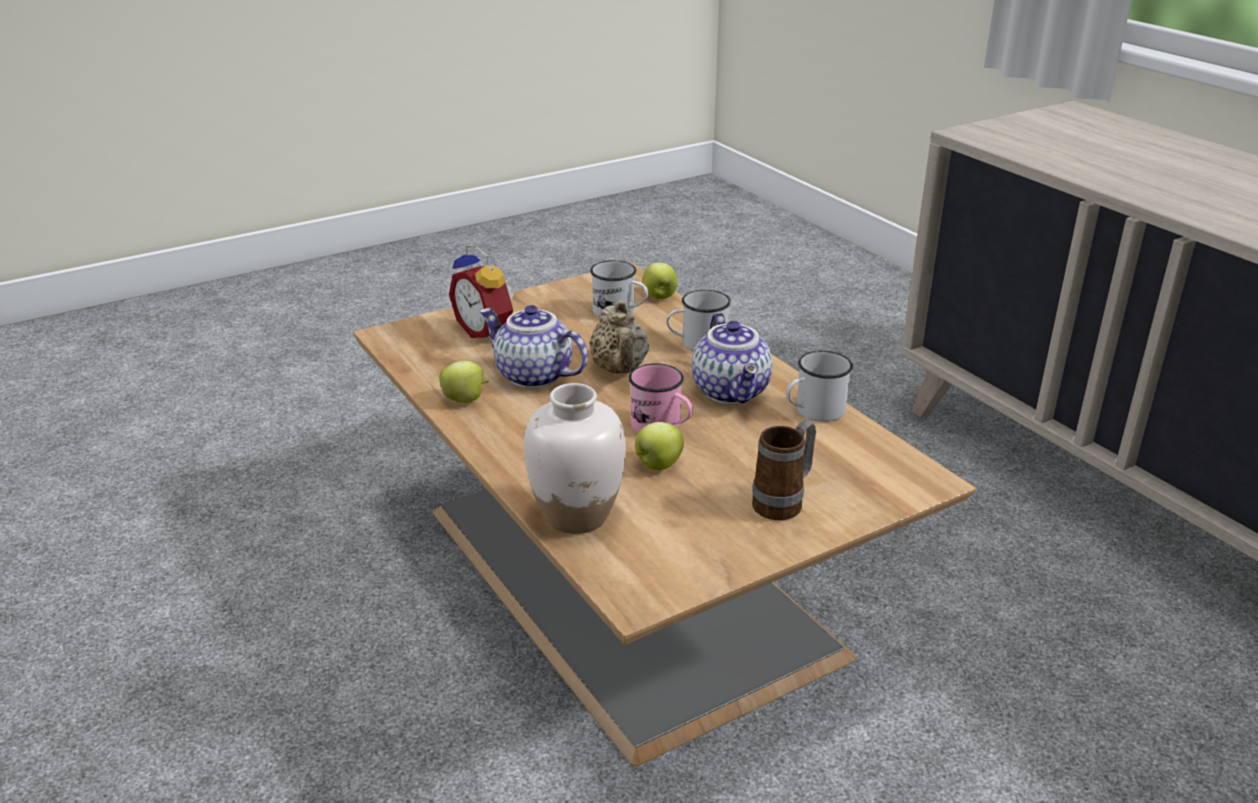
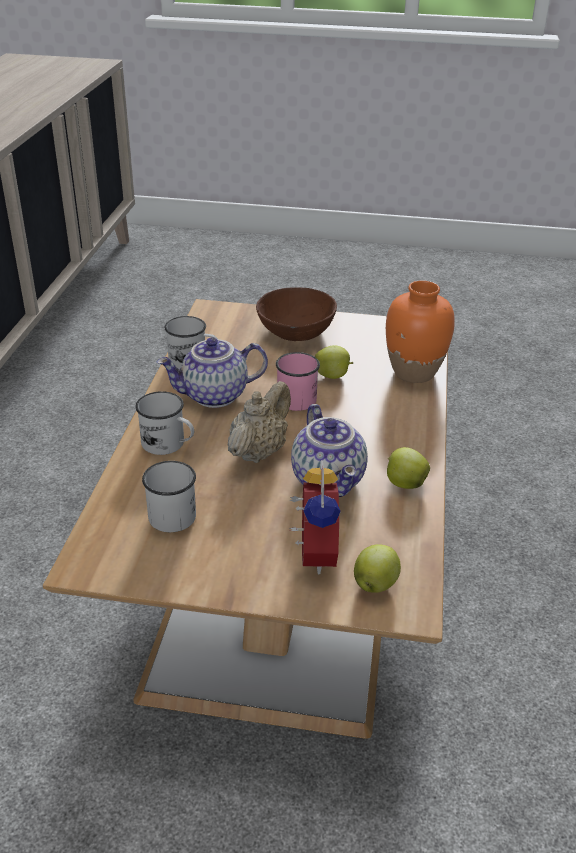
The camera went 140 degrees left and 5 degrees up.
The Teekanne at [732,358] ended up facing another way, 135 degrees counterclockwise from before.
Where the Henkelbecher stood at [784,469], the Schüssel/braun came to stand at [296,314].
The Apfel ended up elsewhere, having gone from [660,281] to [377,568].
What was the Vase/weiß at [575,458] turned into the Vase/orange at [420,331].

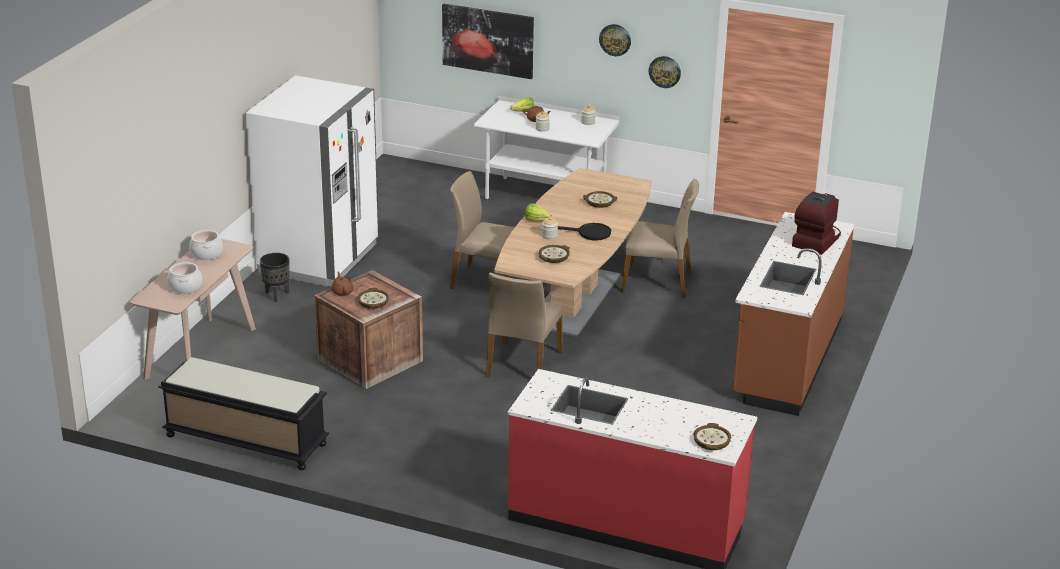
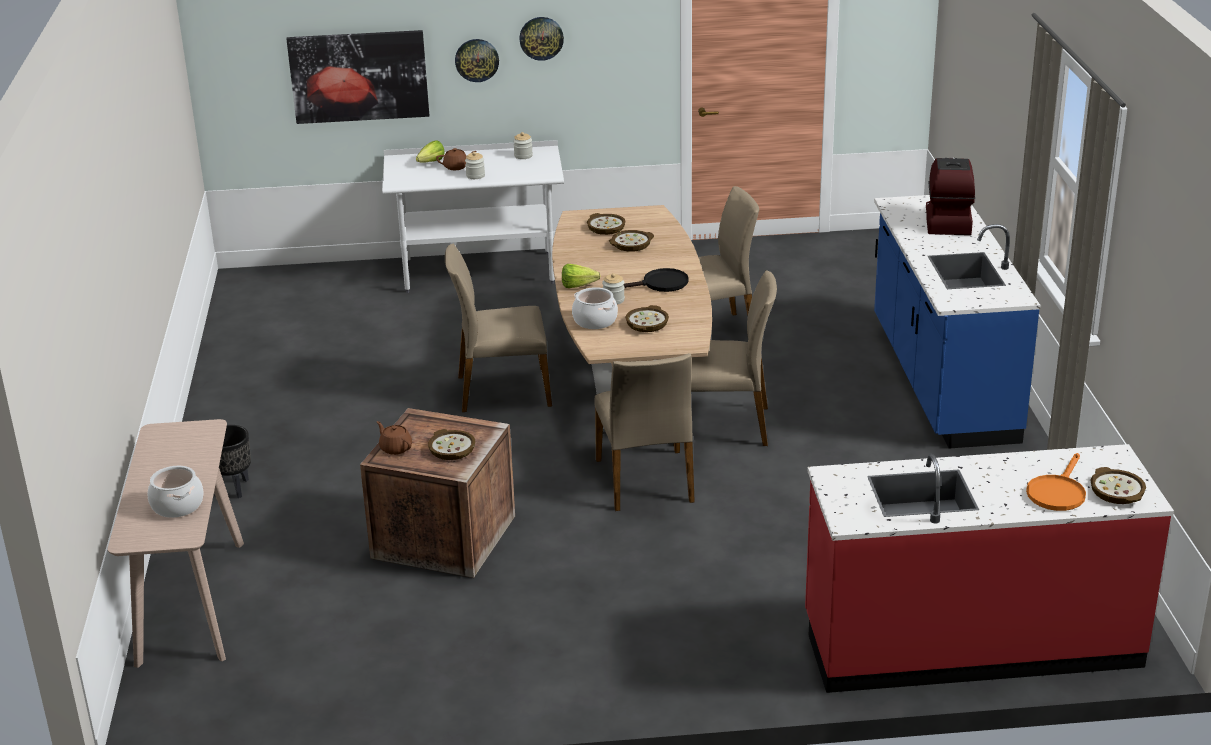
The camera went 25 degrees left and 0 degrees up.
The Wanduhr ended up elsewhere, having gone from [665,72] to [477,60].
The Kochtopf ended up elsewhere, having gone from [206,245] to [595,308].
The second view gained the Schüssel at [606,224].
The second view gained the Stuhl/beige at [734,358].
What was the Küchenzeile/braun at [793,314] turned into the Küchenzeile/blau at [957,322].
The second view gained the Pfanne/orange at [1056,482].
The second view lost the Bank/schwarz at [243,413].
The second view lost the Kühlschrank/weiß at [312,181].

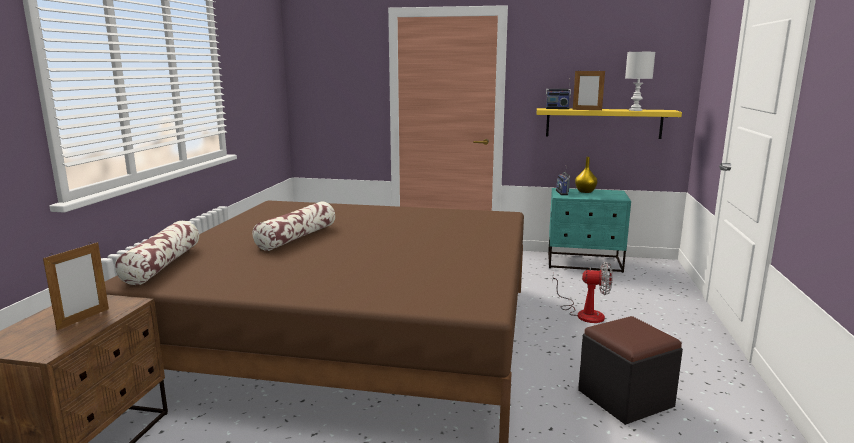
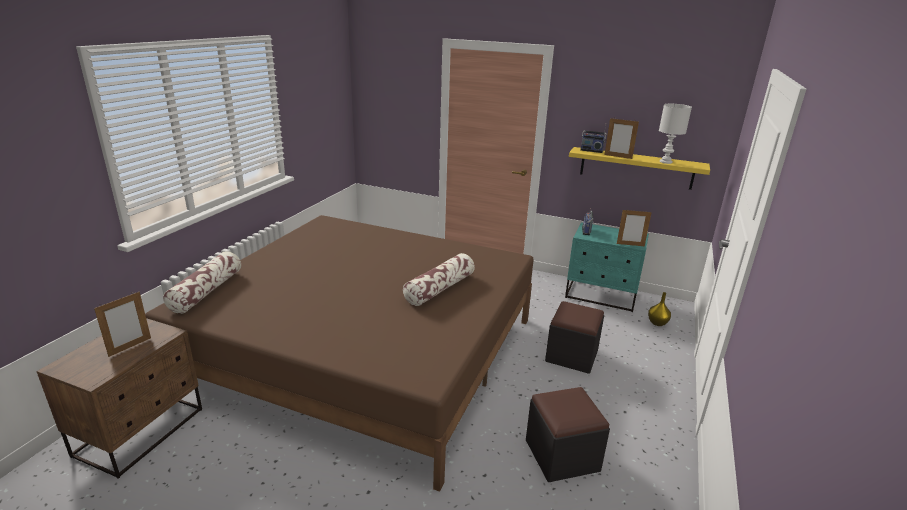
The camera went 10 degrees right and 10 degrees up.
The Kissen ended up elsewhere, having gone from [293,226] to [439,279].
Where the Ventilator stood at [582,292], the Polsterhocker/schwarz came to stand at [574,337].
The second view gained the Bilderrahmen at [634,228].
The Vase/gelb ended up elsewhere, having gone from [586,175] to [659,309].

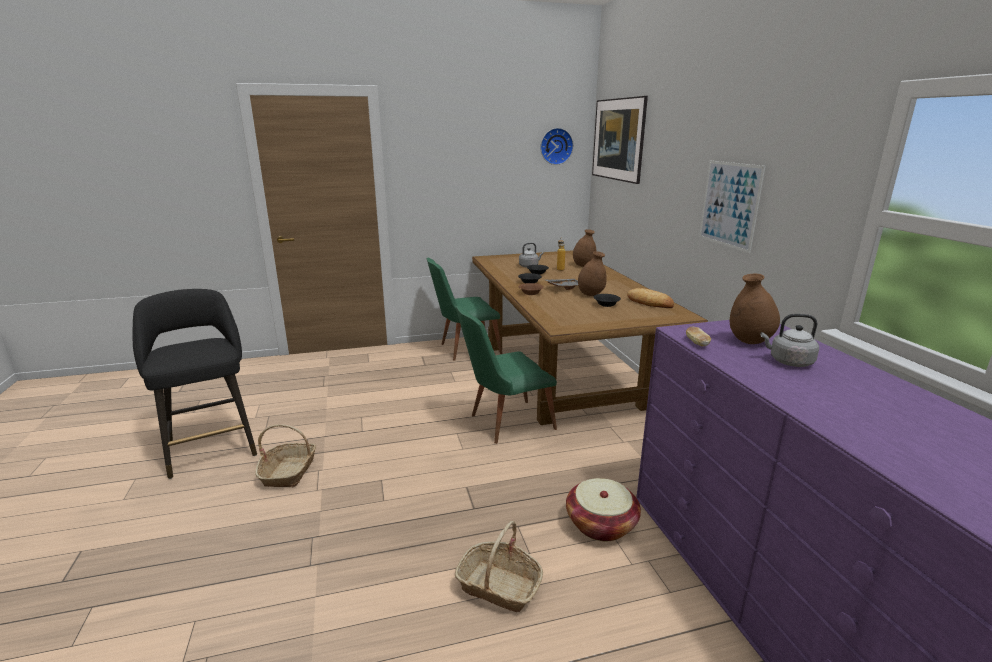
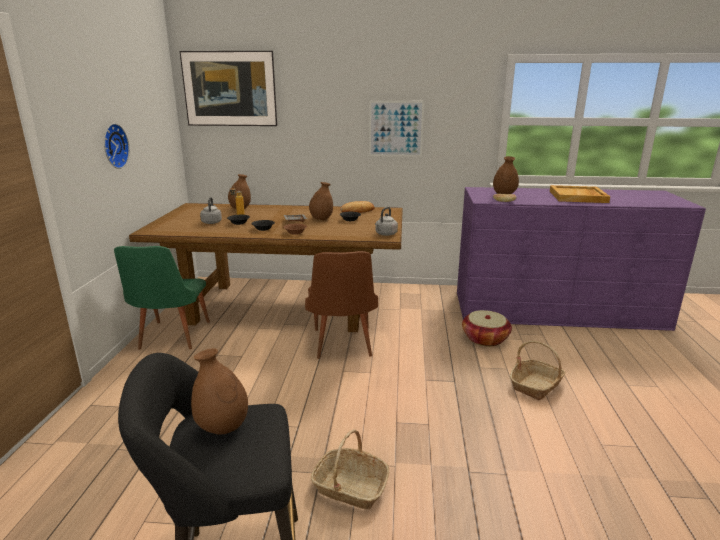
The camera went 70 degrees left and 0 degrees up.
The Wanduhr ended up elsewhere, having gone from [557,146] to [117,146].
The second view gained the Vase/braun at [219,391].
What was the Stuhl/grün at [506,375] turned into the Stuhl/braun at [341,305].
The Wasserkessel/grau ended up elsewhere, having gone from [790,340] to [386,221].
The second view gained the Tablett/beige at [580,194].

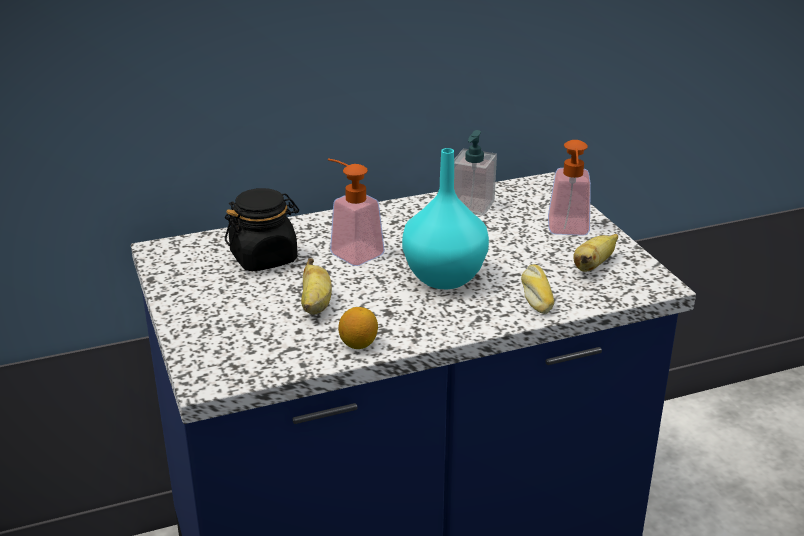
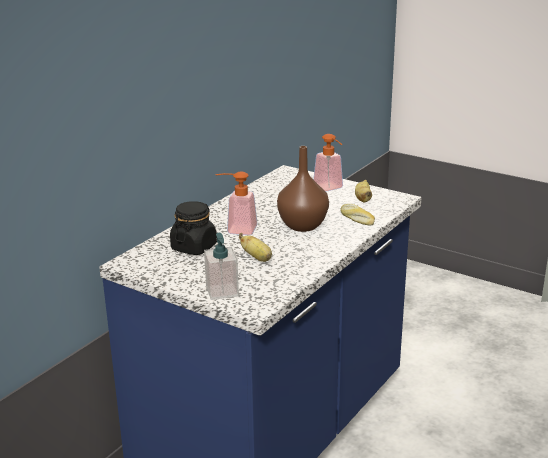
The camera went 35 degrees left and 5 degrees down.
The Seifenspender ended up elsewhere, having gone from [475,173] to [221,266].
What was the Vase/türkis at [445,218] turned into the Vase/braun at [303,189].
The second view lost the Zitrone at [358,328].

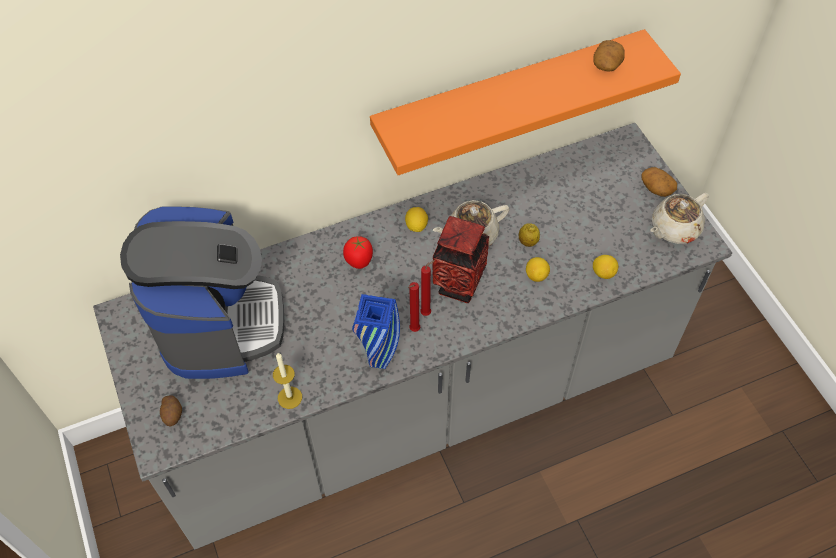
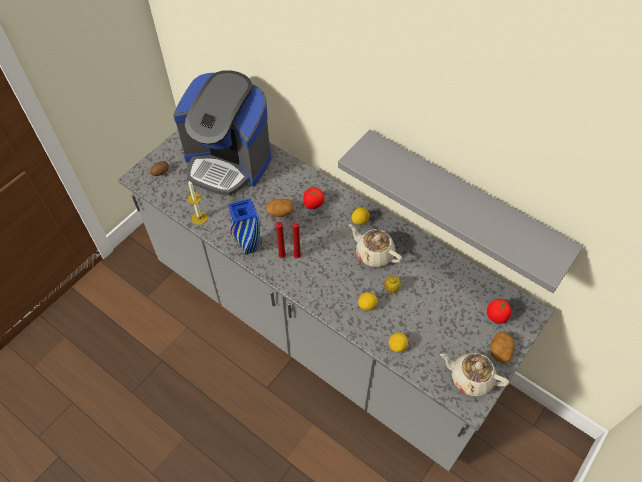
The camera went 60 degrees right and 0 degrees up.
The Kaffeemaschine at [202,292] ended up facing another way, 60 degrees clockwise from before.
The Kartoffel ended up elsewhere, having gone from [609,56] to [280,208].
What was the Wandregal/orange at [525,102] turned into the Wandregal/grau at [460,211].
The second view gained the Tomate at [499,311].
The second view lost the Vase at [460,259].

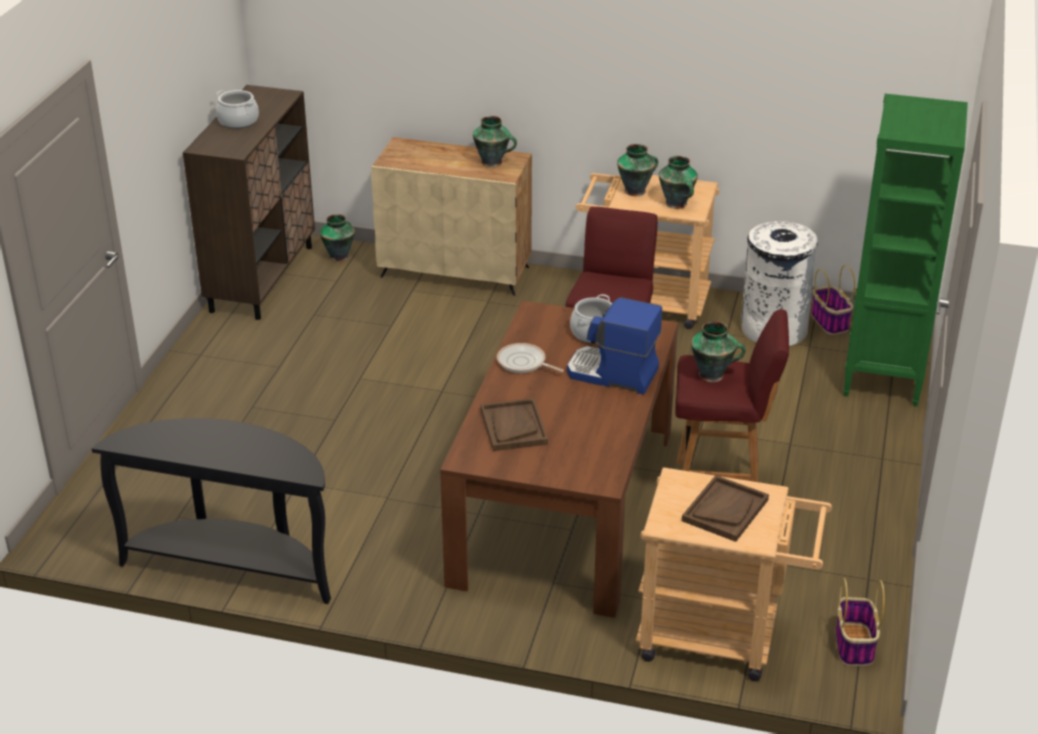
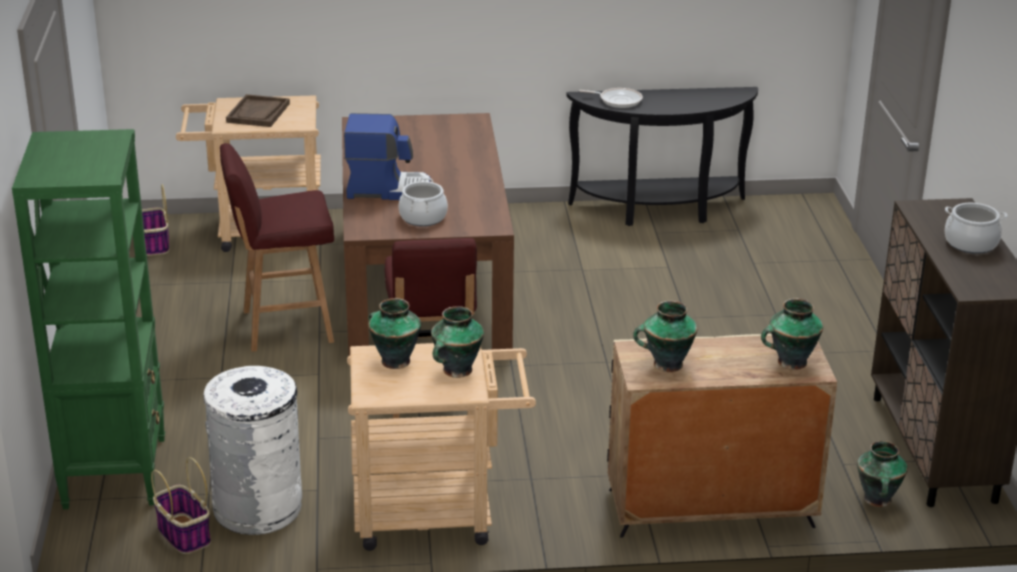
The camera went 160 degrees right and 5 degrees down.
The Pfanne ended up elsewhere, having gone from [530,358] to [611,98].
The Vase ended up elsewhere, having gone from [718,351] to [792,334].
The second view lost the Tablett/braun at [514,424].

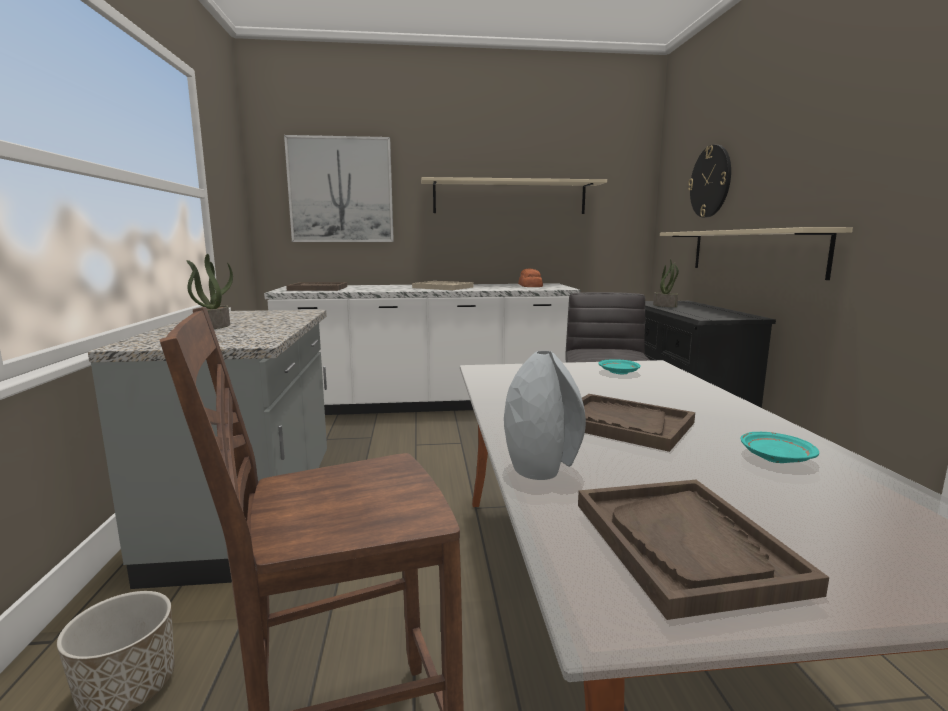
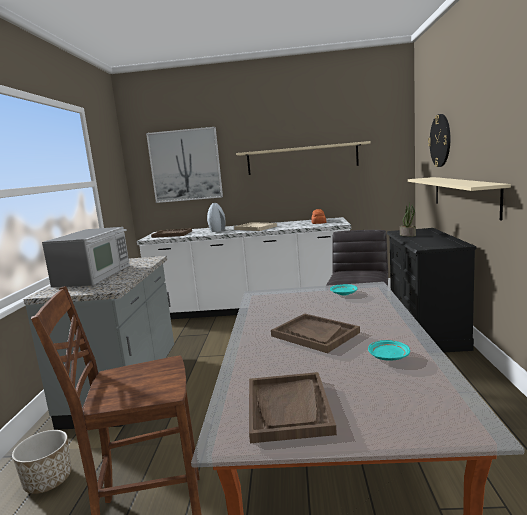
The camera went 10 degrees right and 0 degrees up.
Where the Topfpflanze stood at [210,291], the Mikrowelle came to stand at [86,257].
The Vase/grau ended up elsewhere, having gone from [545,415] to [216,217].

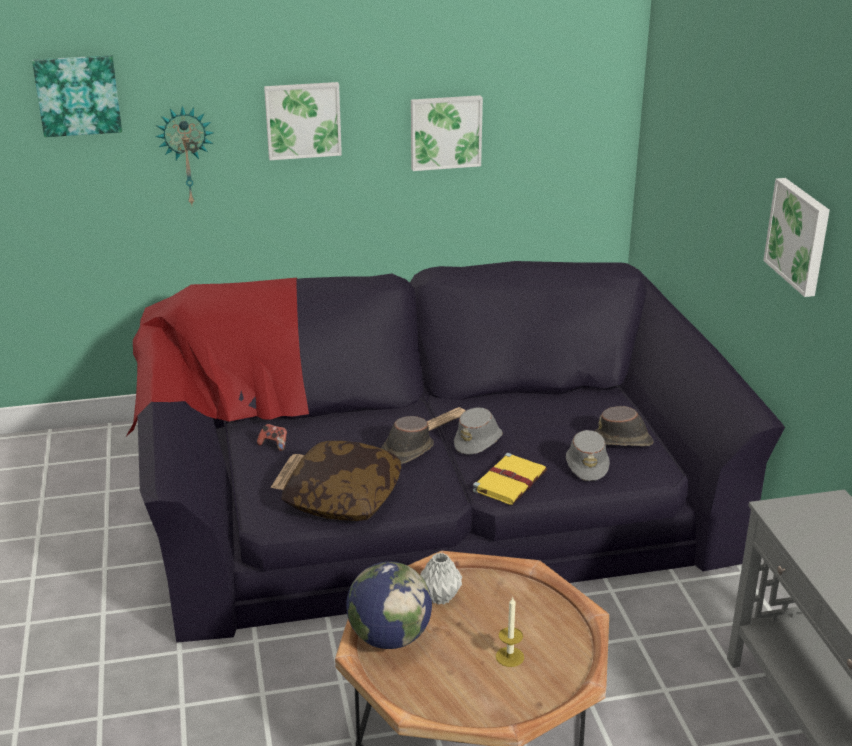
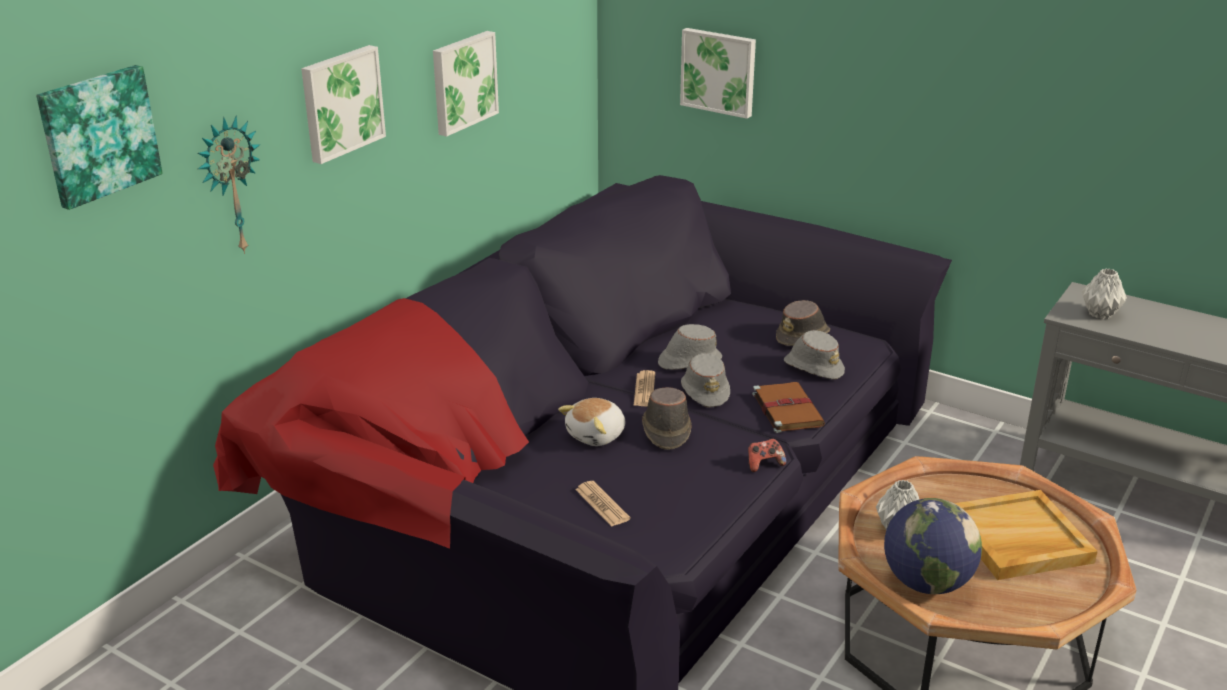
The camera went 45 degrees left and 0 degrees up.
The second view gained the Plüschtier at [591,422].
The second view gained the Hut/grau at [690,347].
The Bild ended up elsewhere, having gone from [796,237] to [718,73].
The Gamepad ended up elsewhere, having gone from [272,437] to [767,455].
What was the Buch/gelb at [510,479] turned into the Buch/braun at [788,407].
Where the Kerze stood at [510,631], the Tablett/beige came to stand at [1026,535].
The second view gained the Vase/grau at [1104,293].
The second view lost the Kissen at [341,481].

